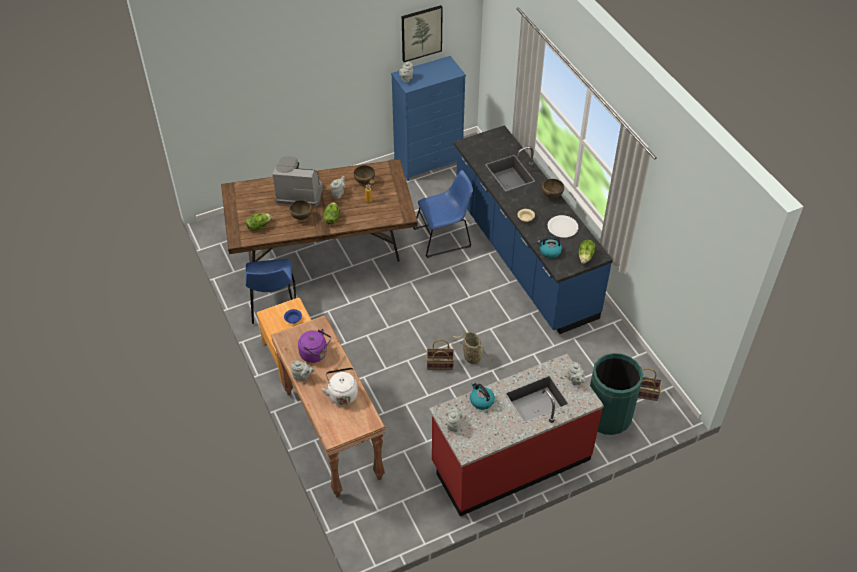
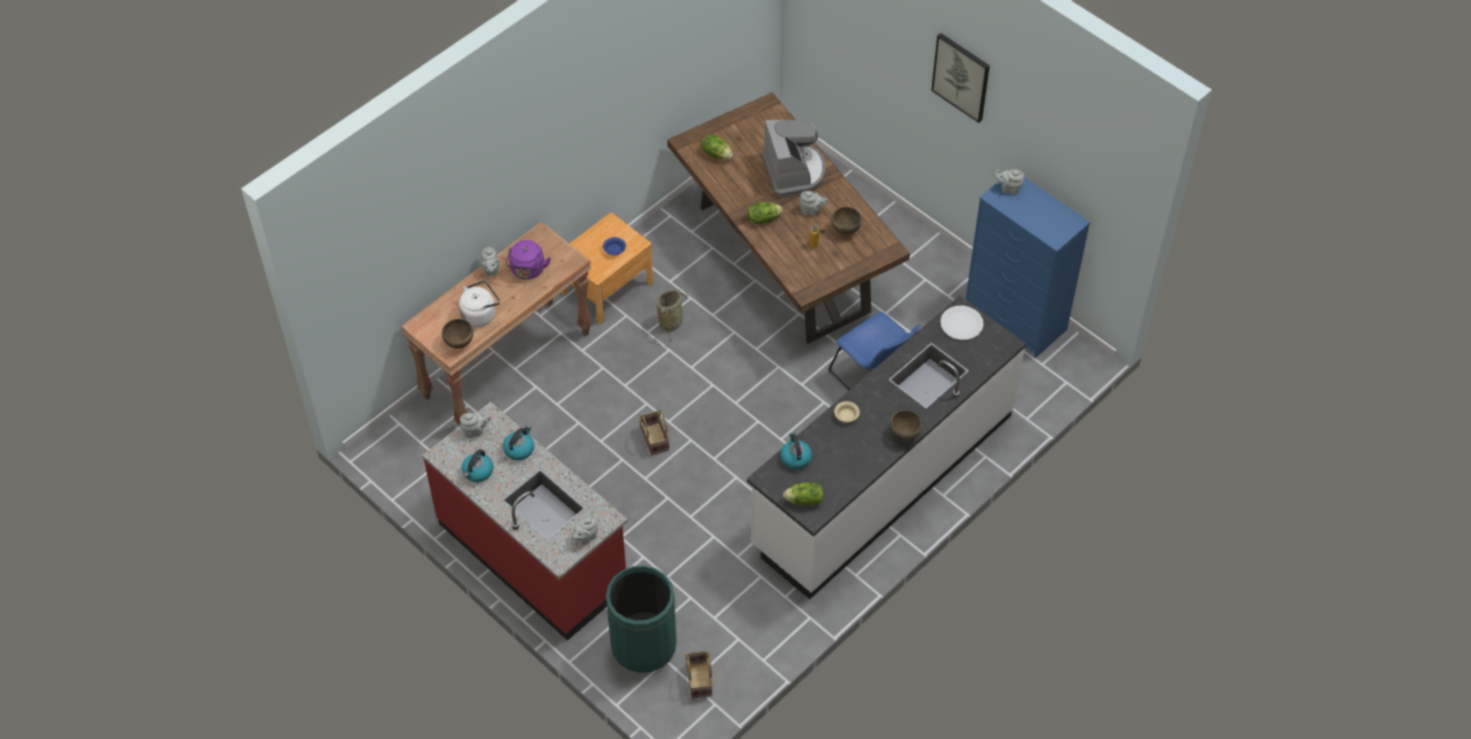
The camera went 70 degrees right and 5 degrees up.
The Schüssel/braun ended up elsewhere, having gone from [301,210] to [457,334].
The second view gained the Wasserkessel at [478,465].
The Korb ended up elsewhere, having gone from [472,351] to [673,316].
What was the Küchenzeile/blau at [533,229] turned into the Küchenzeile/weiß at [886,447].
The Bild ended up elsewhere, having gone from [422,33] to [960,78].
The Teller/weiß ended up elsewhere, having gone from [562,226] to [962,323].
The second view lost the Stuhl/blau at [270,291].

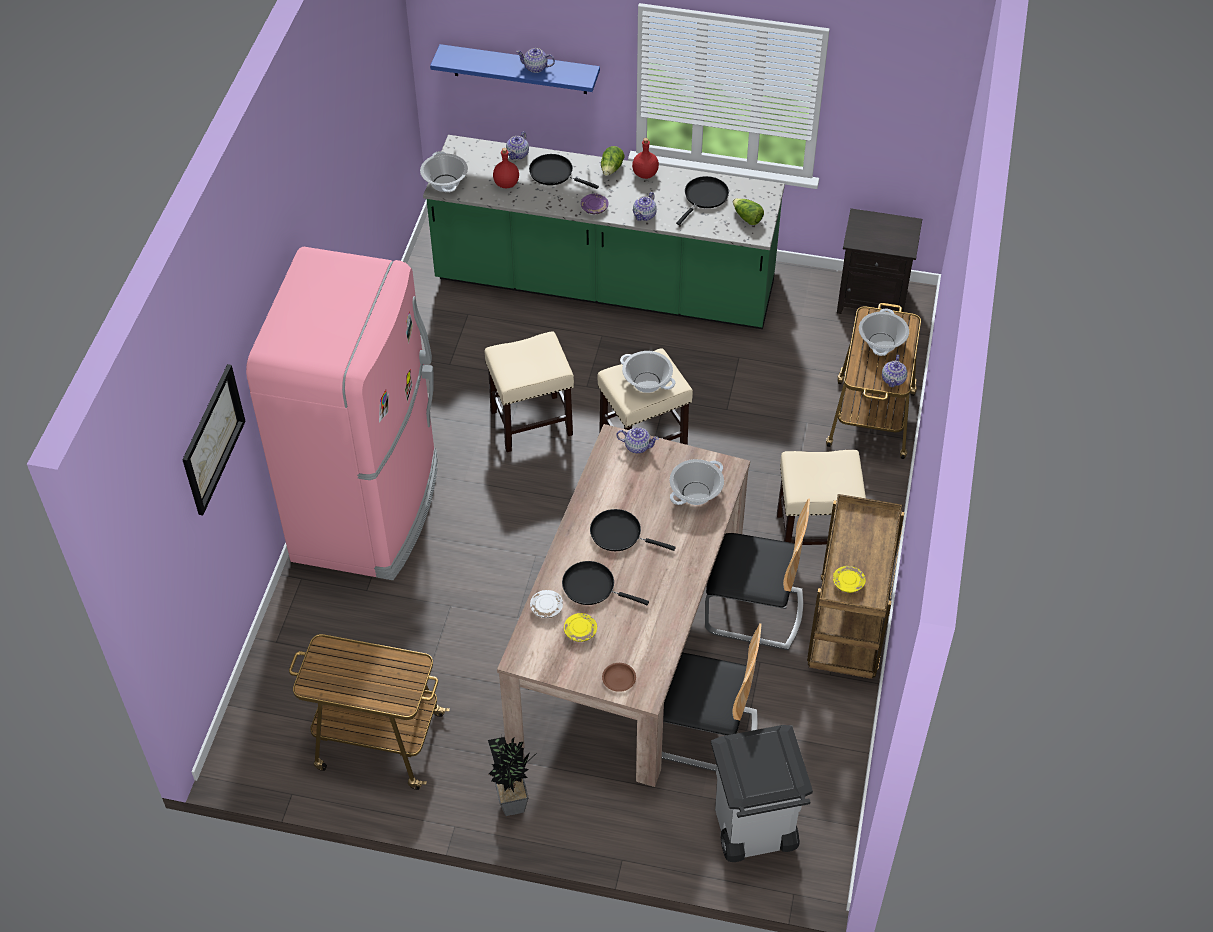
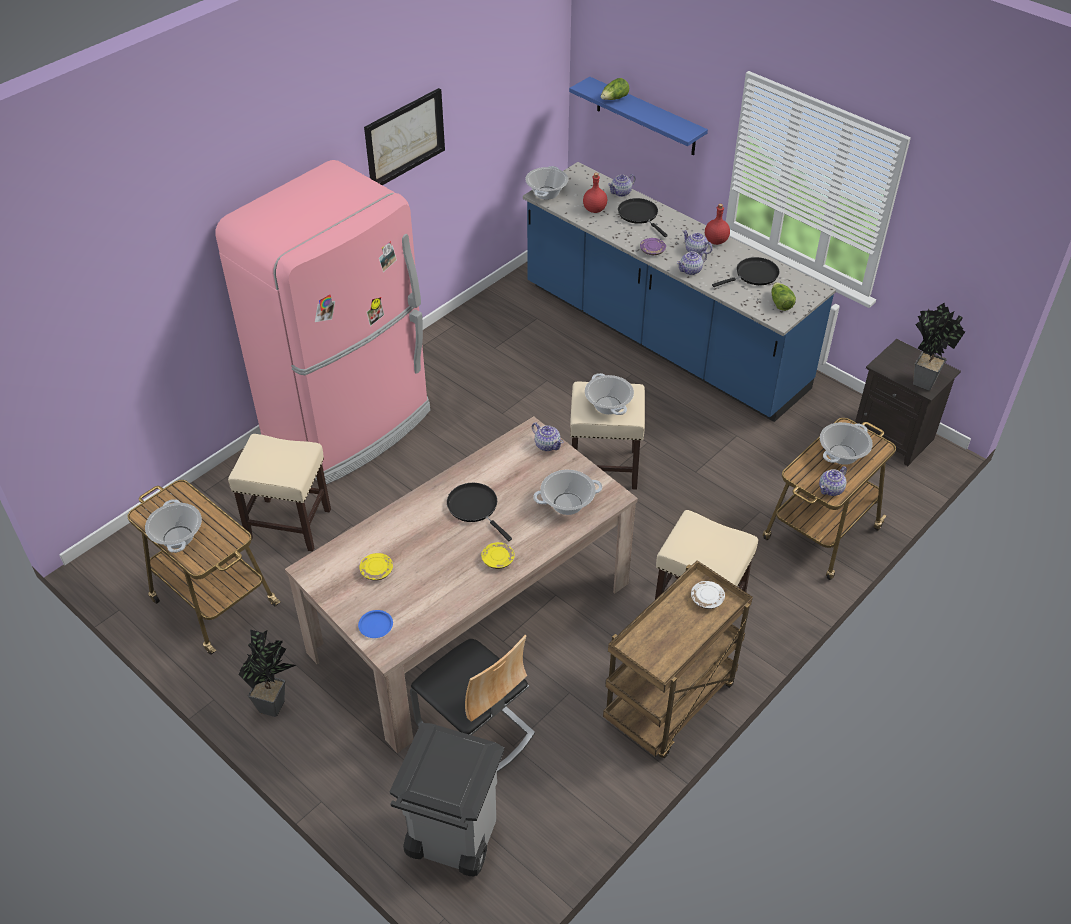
The camera went 30 degrees right and 5 degrees down.
The second view gained the Kochtopf at [173,526].
The Hocker/beige ended up elsewhere, having gone from [529,391] to [279,493].
What was the Teller/braun at [619,677] turned into the Teller/blau at [375,624].
The Bild ended up elsewhere, having gone from [214,439] to [404,136].
The Teller/gelb ended up elsewhere, having gone from [849,579] to [498,555].
What was the Küchenzeile/grün at [604,232] turned into the Küchenzeile/blau at [679,292].
The Salatkopf ended up elsewhere, having gone from [613,161] to [615,89].
The Teekanne ended up elsewhere, having gone from [535,60] to [698,242].
The Teller/weiß ended up elsewhere, having gone from [546,604] to [708,595].
The second view gained the Topfpflanze at [939,347].
The second view lost the Pfanne/schwarz at [605,583].
The second view lost the Stuhl at [757,574].

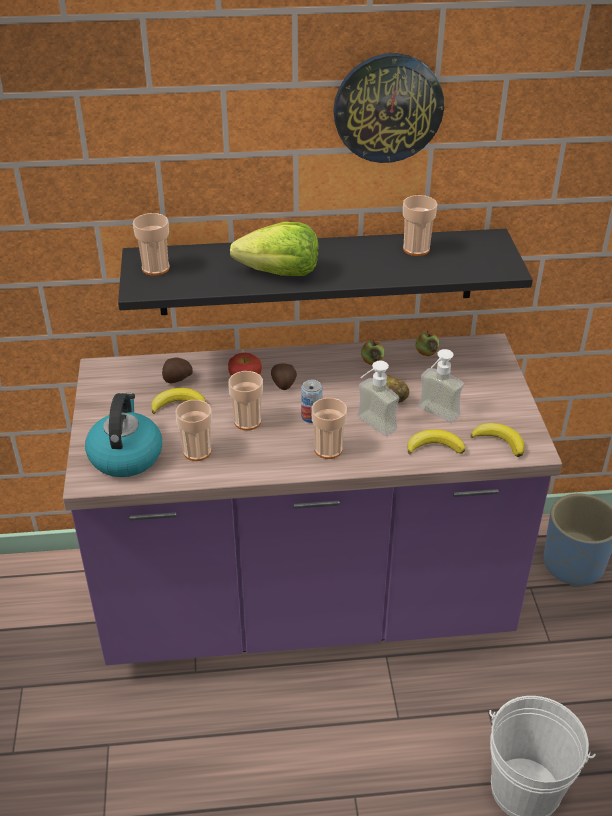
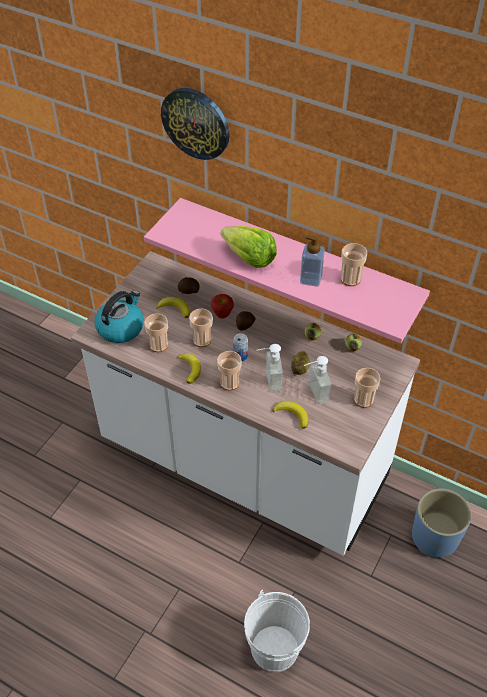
The camera went 35 degrees right and 10 degrees up.
What was the Küchenzeile/lila at [312,499] turned into the Küchenzeile/weiß at [245,403].
What was the Wandregal/schwarz at [325,272] turned into the Wandregal/rosa at [287,271].
The Wanduhr ended up elsewhere, having gone from [388,108] to [195,124].
The Banane ended up elsewhere, having gone from [498,440] to [189,368].
The second view gained the Seifenspender at [312,261].
The Tasse ended up elsewhere, having gone from [151,244] to [367,388].

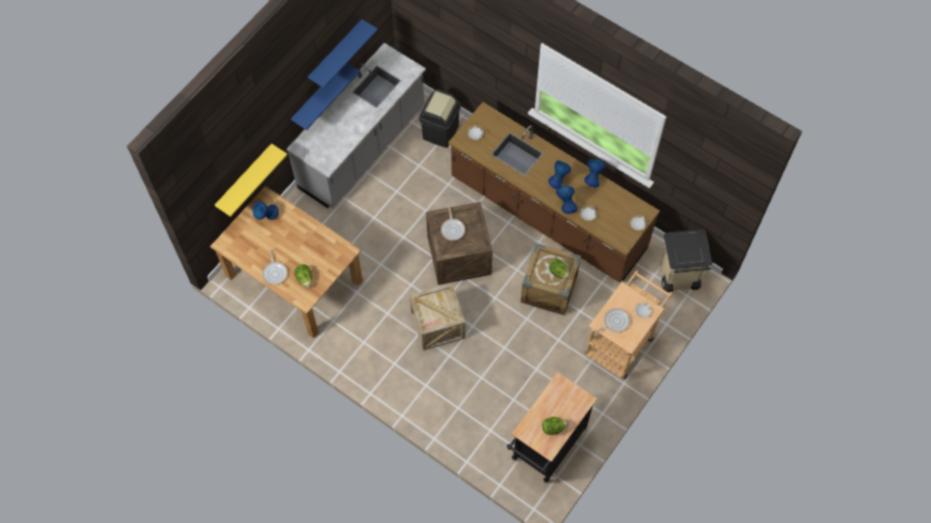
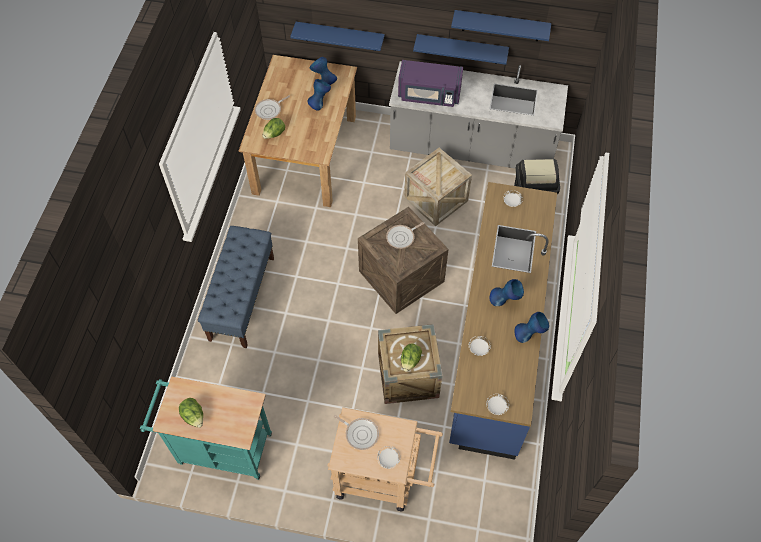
The camera went 65 degrees right and 5 degrees down.
What was the Rollwagen/schwarz at [552,427] turned into the Rollwagen/türkis at [206,428].
The second view gained the Bank/blau at [236,287].
What was the Wandregal/gelb at [251,180] turned into the Wandregal/blau at [337,36].
The Vase/blau ended up elsewhere, having gone from [567,200] to [319,94].
The second view gained the Mikrowelle/lila at [430,83].
The Kiste ended up elsewhere, having gone from [437,317] to [438,187].
What was the Küchenzeile/braun at [554,192] turned into the Küchenzeile/blau at [503,321].
The second view lost the Mülleimer/beige at [686,261].

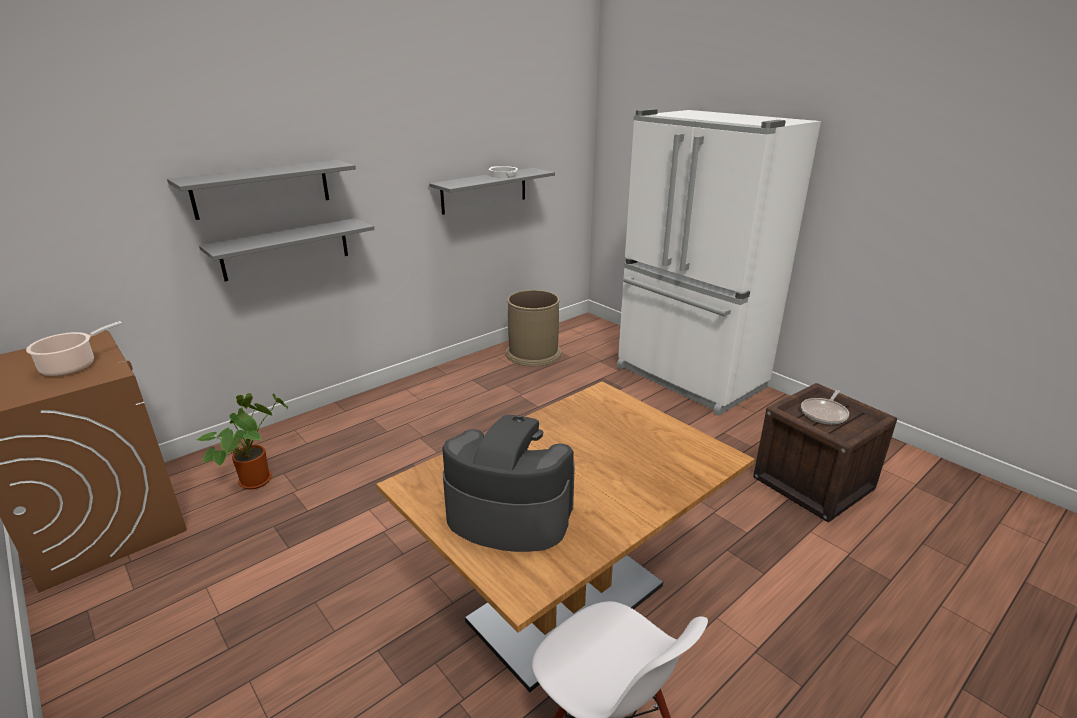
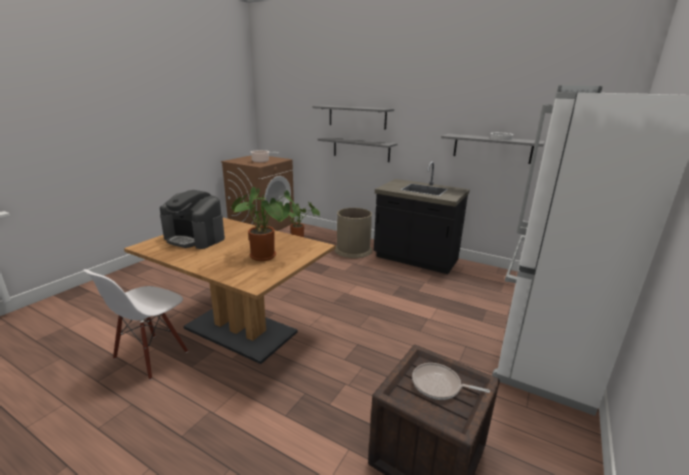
The camera went 70 degrees right and 5 degrees down.
The Kaffeemaschine at [508,483] ended up facing another way, 120 degrees clockwise from before.
The second view gained the Topfpflanze at [263,224].
The Mülleimer/braun ended up elsewhere, having gone from [534,328] to [353,233].
The second view gained the Küchenzeile/schwarz at [422,218].

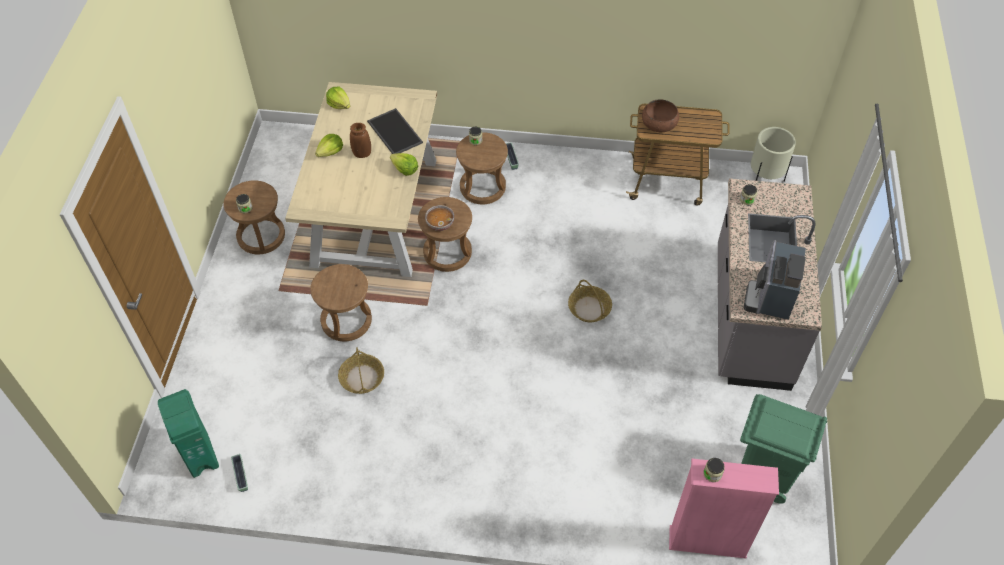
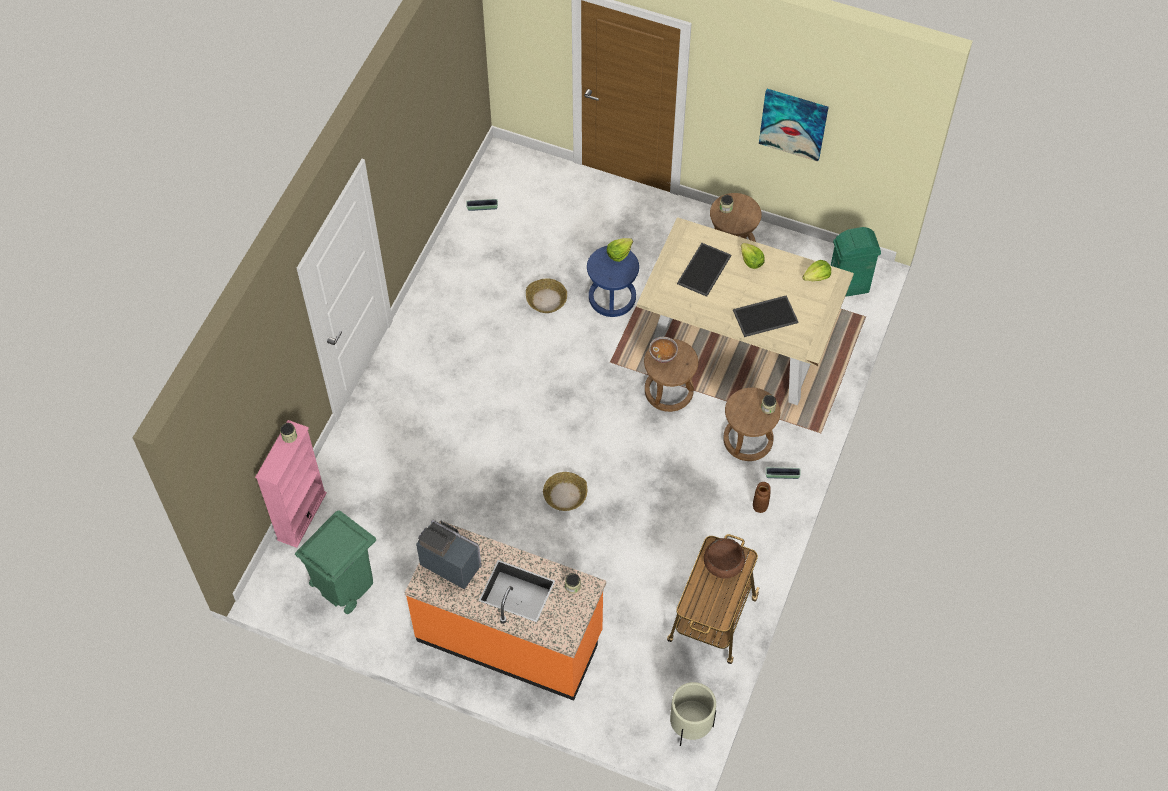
The camera went 105 degrees right and 5 degrees up.
What was the Küchenzeile/grau at [770,284] turned into the Küchenzeile/orange at [505,611].
What was the Hocker/braun at [341,302] turned into the Hocker/blau at [613,281].
The Salatkopf ended up elsewhere, having gone from [404,164] to [619,250].
The second view gained the Tablett at [704,270].
The Vase/braun ended up elsewhere, having gone from [360,140] to [762,497].
The second view gained the Bild at [794,125].
The Mülleimer/grün ended up elsewhere, having gone from [188,433] to [856,262].

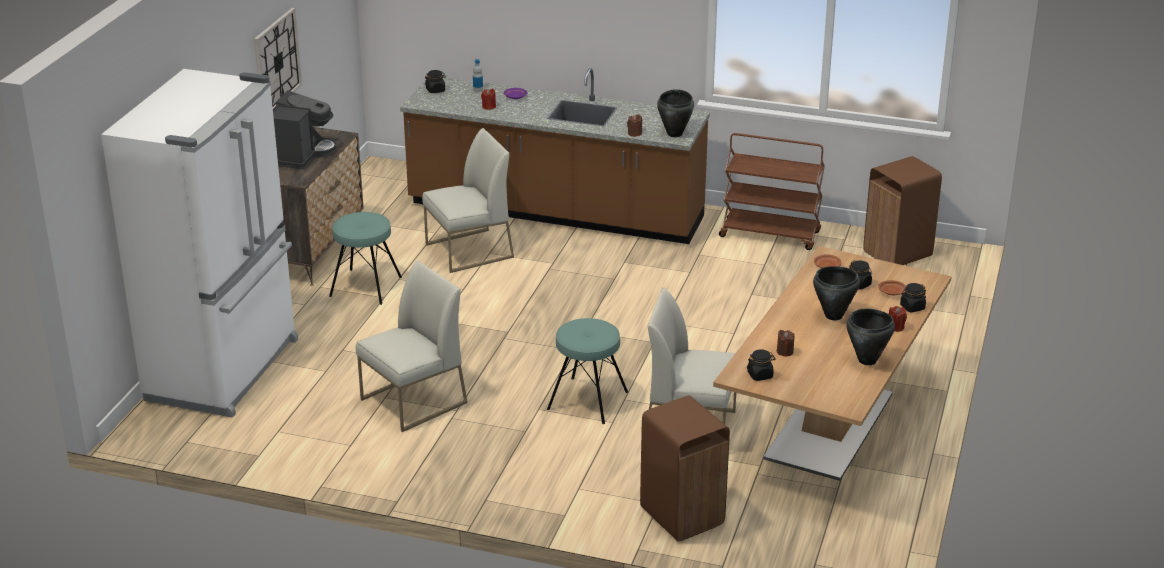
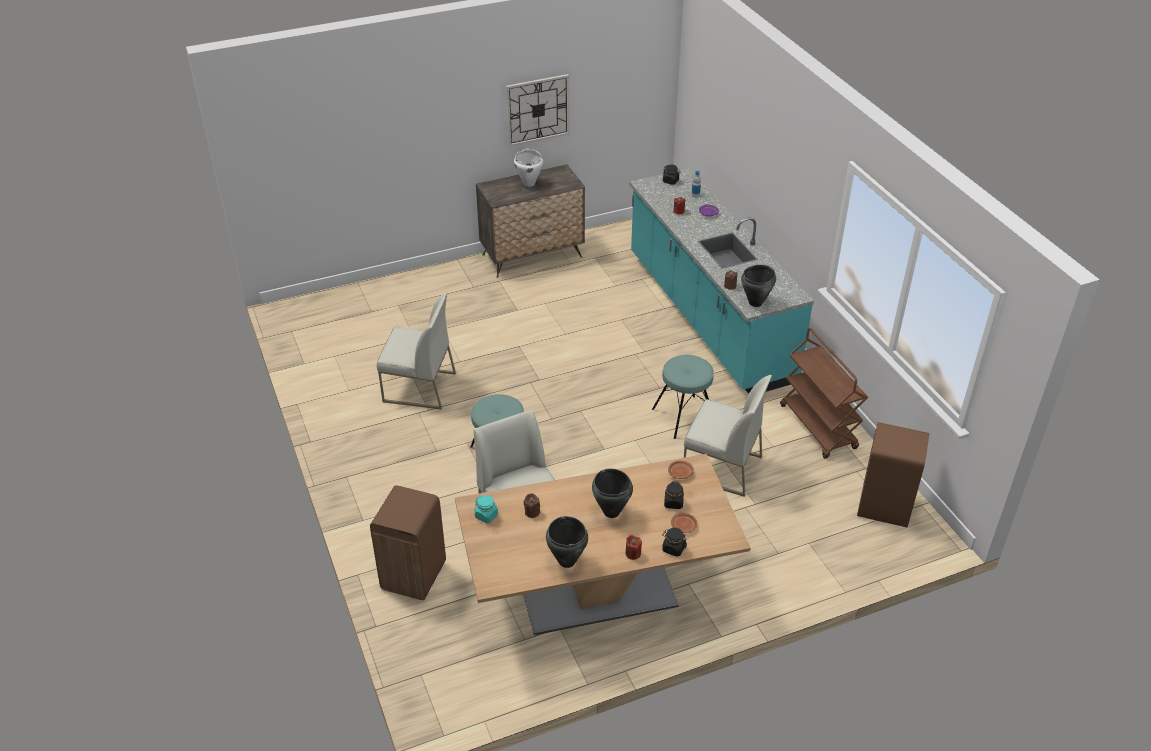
The camera went 50 degrees right and 10 degrees up.
What was the Vorratsglas/schwarz at [761,365] turned into the Vorratsglas/türkis at [486,509].
Where the Kaffeemaschine stood at [305,129], the Kochtopf/weiß came to stand at [528,168].
What was the Küchenzeile/braun at [555,156] turned into the Küchenzeile/türkis at [721,281].
The Hocker/türkis ended up elsewhere, having gone from [365,258] to [683,397].
The Stuhl/weiß ended up elsewhere, having gone from [468,200] to [728,436].
The second view lost the Kühlschrank/weiß at [199,243].

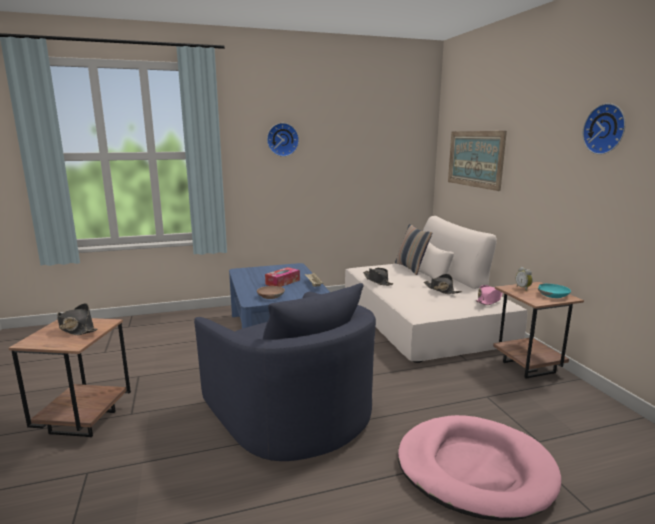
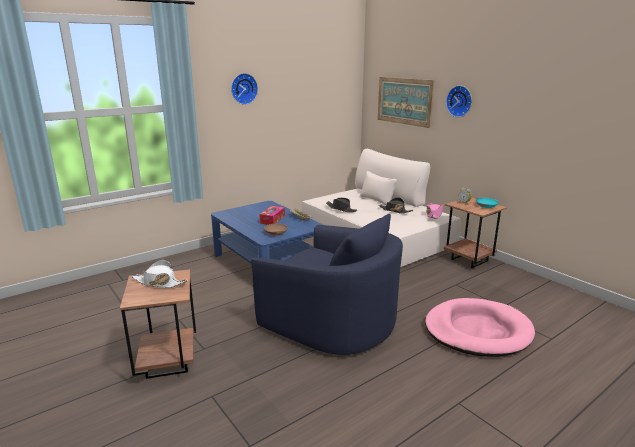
The camera went 20 degrees left and 5 degrees up.
What was the Hut/schwarz at [77,319] turned into the Hut/weiß at [160,274].
The Wanduhr ended up elsewhere, having gone from [604,129] to [459,101].
The second view lost the Kissen at [413,249].

